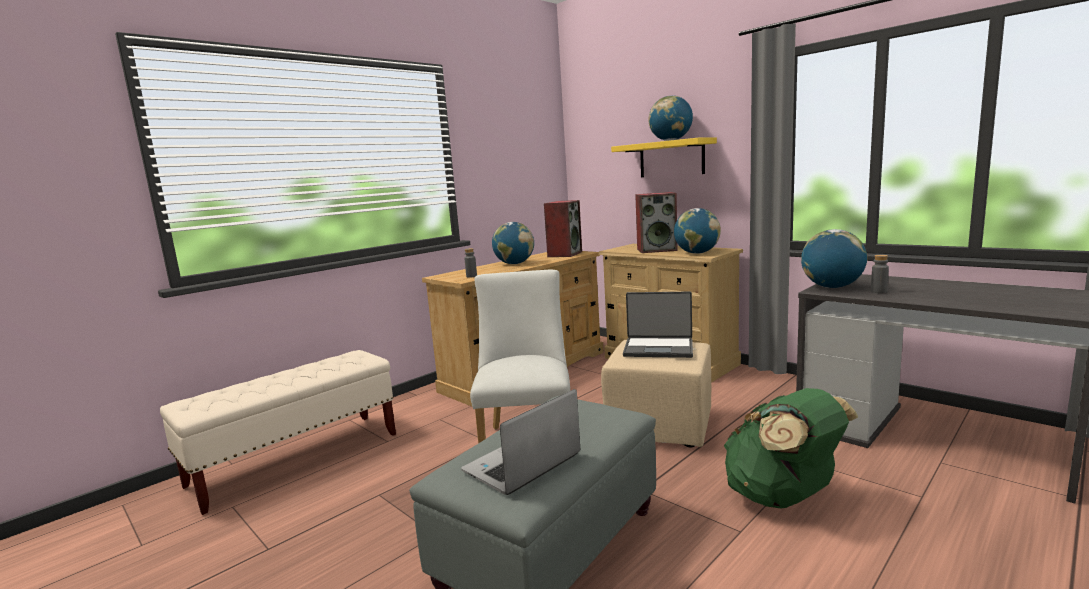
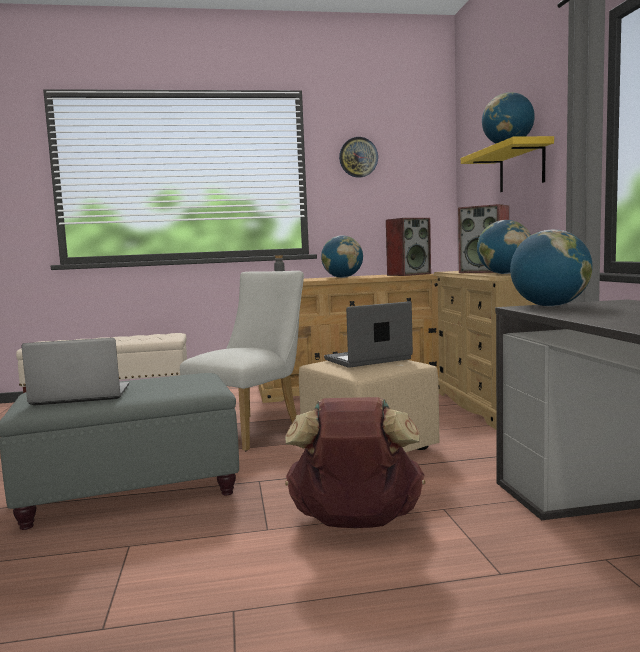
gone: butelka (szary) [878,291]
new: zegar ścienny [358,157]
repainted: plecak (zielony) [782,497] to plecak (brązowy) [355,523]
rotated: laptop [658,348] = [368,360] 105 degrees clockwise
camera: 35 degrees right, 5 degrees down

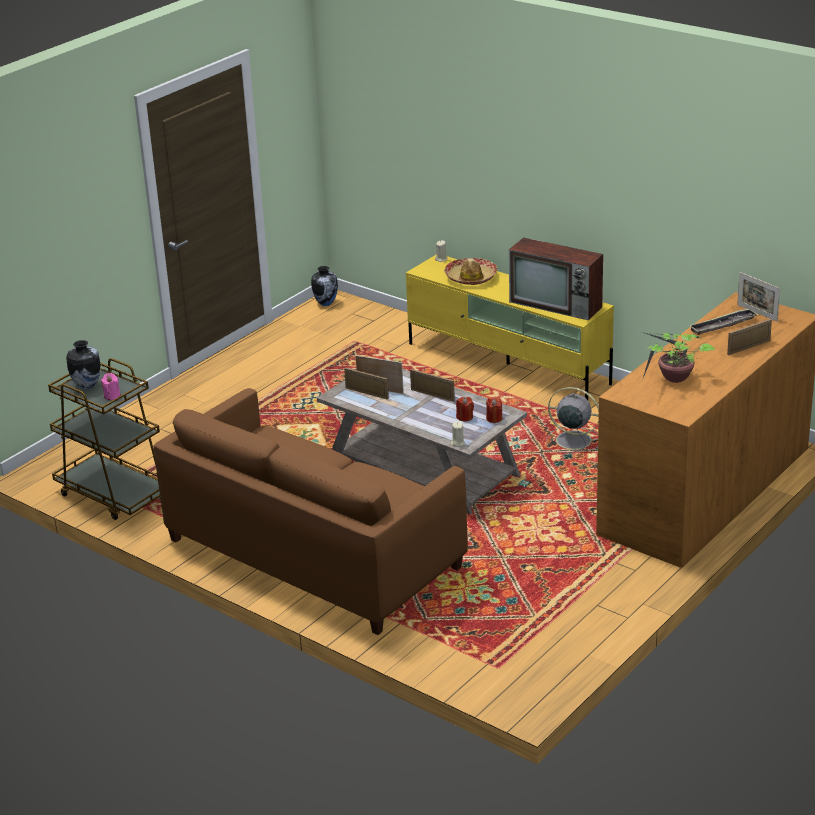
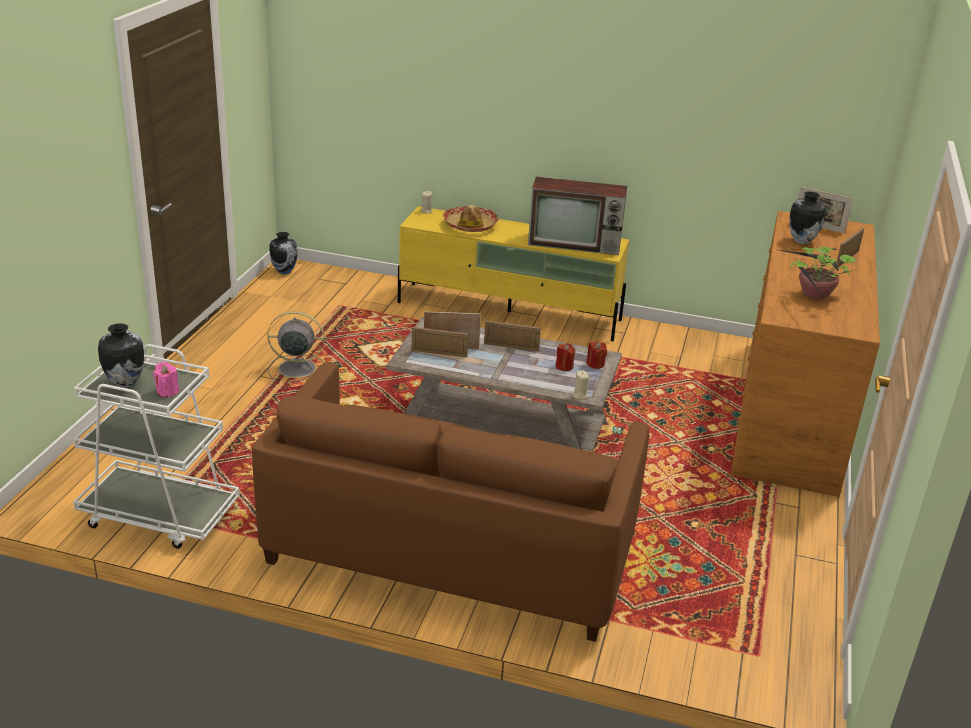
shifted: wentylator (szary) [572,440] to [295,368]
swapped: taca [723,325] to wazon [801,241]
repainted: wózek (brązowy) [114,494] to wózek (biały) [159,514]
camera: 25 degrees left, 0 degrees up

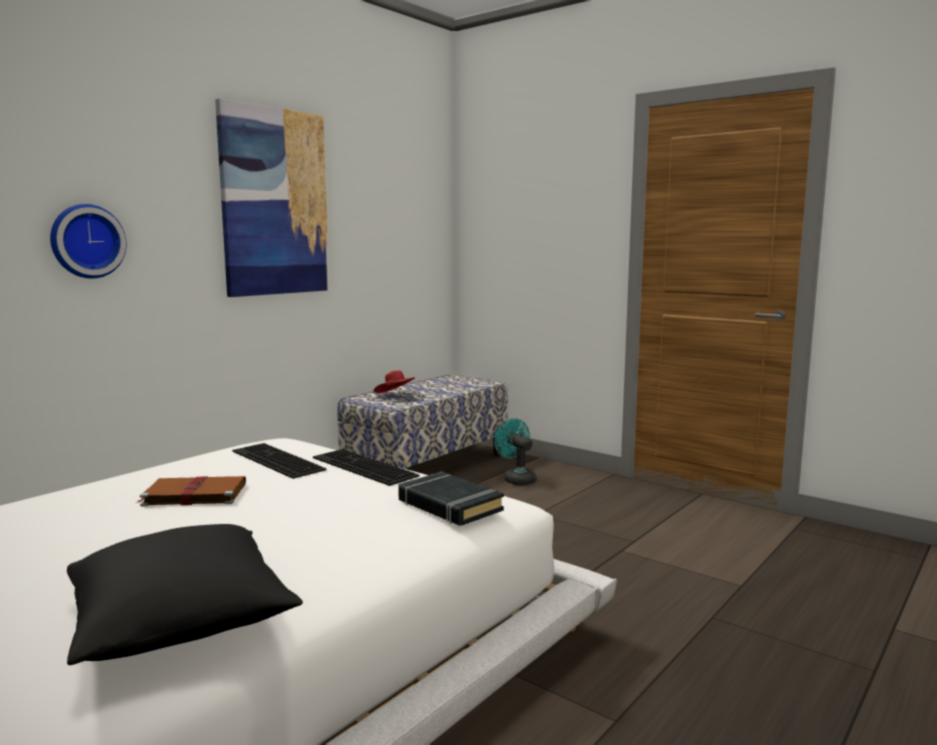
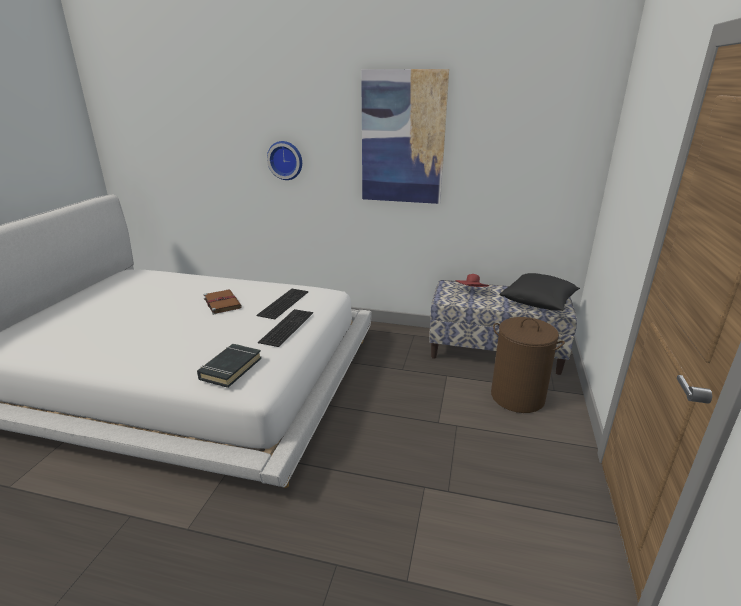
shifted: poduszka (czarny) [181,625] to [538,303]
swapped: wentylator (turkusowy) [516,479] to kosz na pranie (brązowy) [517,397]
camera: 65 degrees right, 15 degrees up

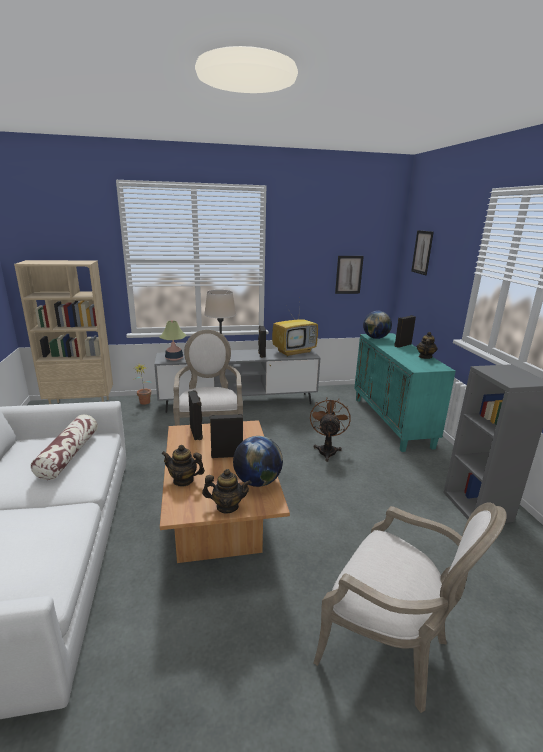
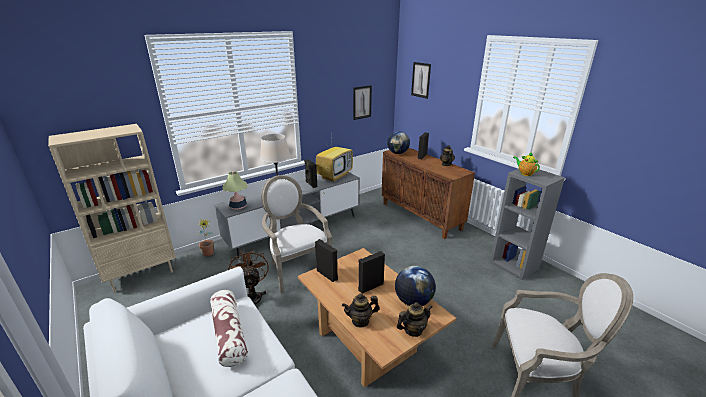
new: imbryk [524,173]
shifted: wentylator (brązowy) [327,450] to [253,297]
repainted: szafka (turkusowy) [392,422] to szafka (brązowy) [421,216]
camera: 25 degrees left, 5 degrees up

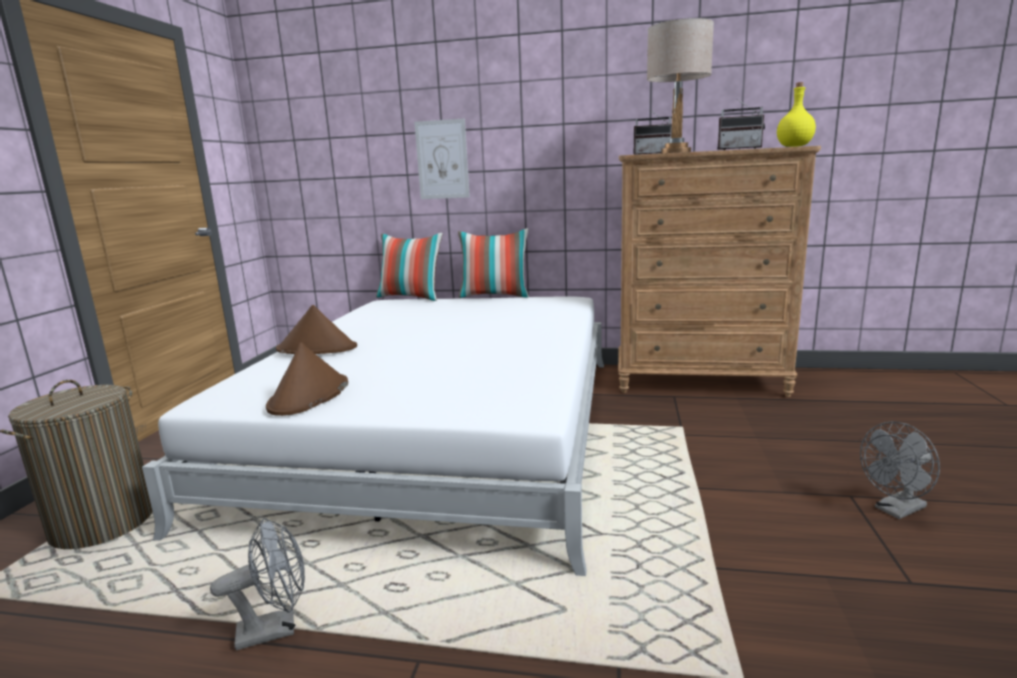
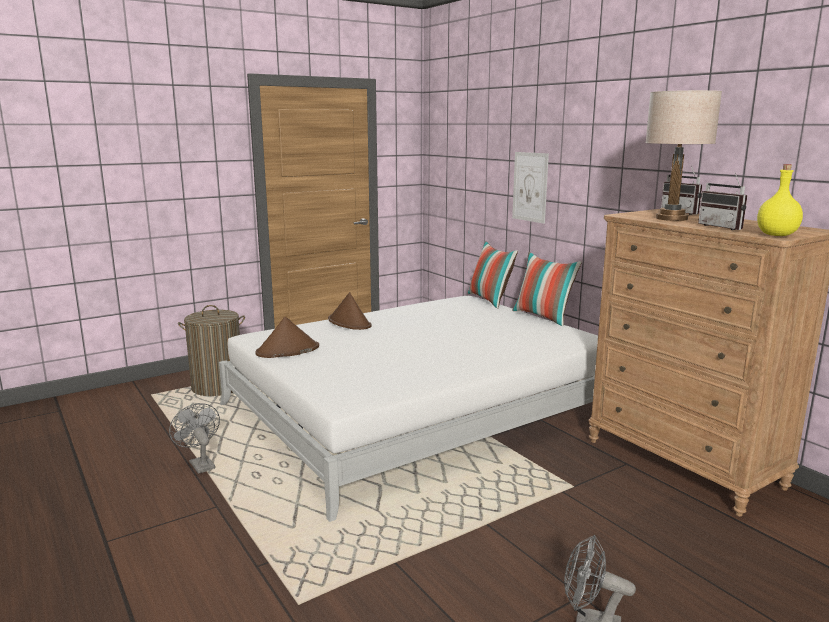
rotated: wentylator (szary) [276,629] = [200,464] 150 degrees counterclockwise
camera: 45 degrees right, 0 degrees up

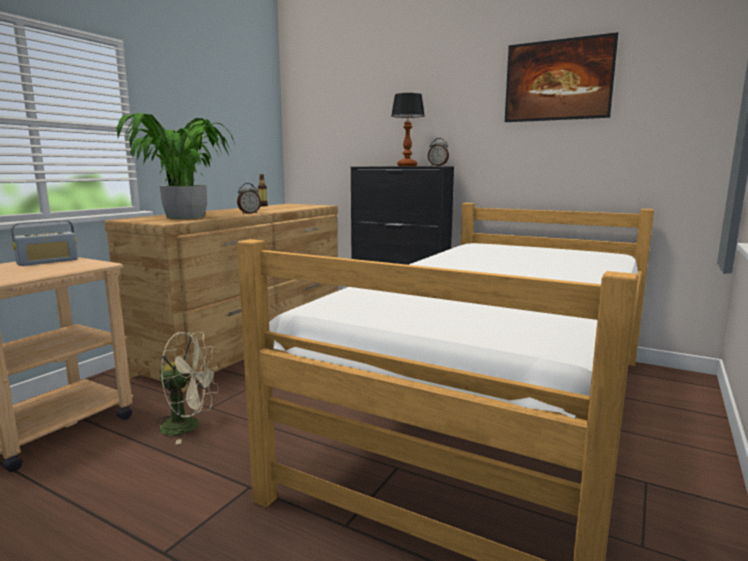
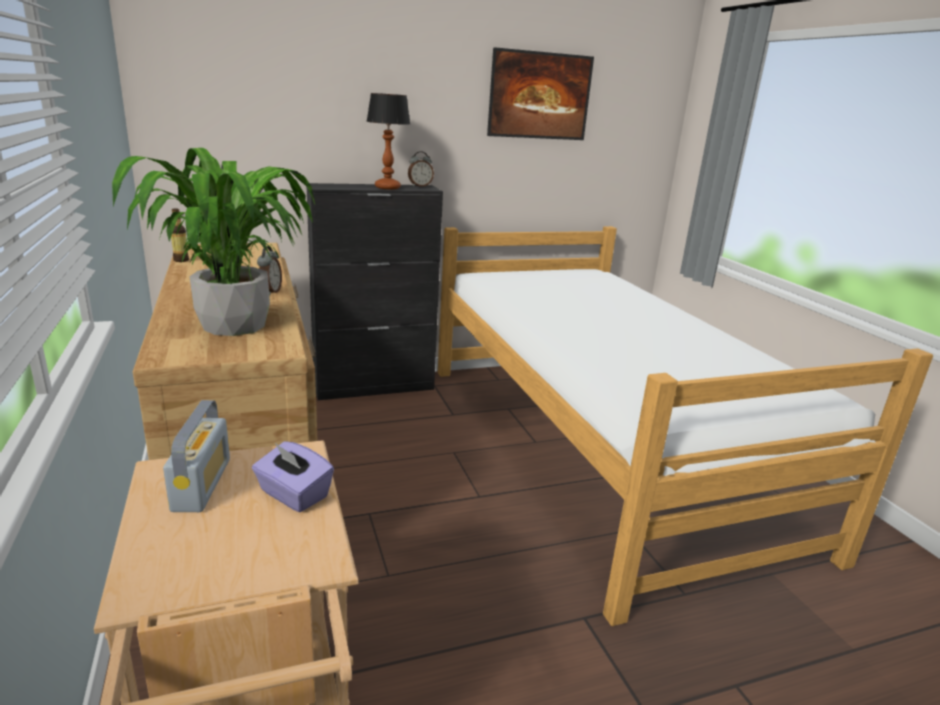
gone: wentylator (beżowy) [189,426]
new: pudełko chusteczek (fioletowy) [293,495]
camera: 50 degrees left, 10 degrees up

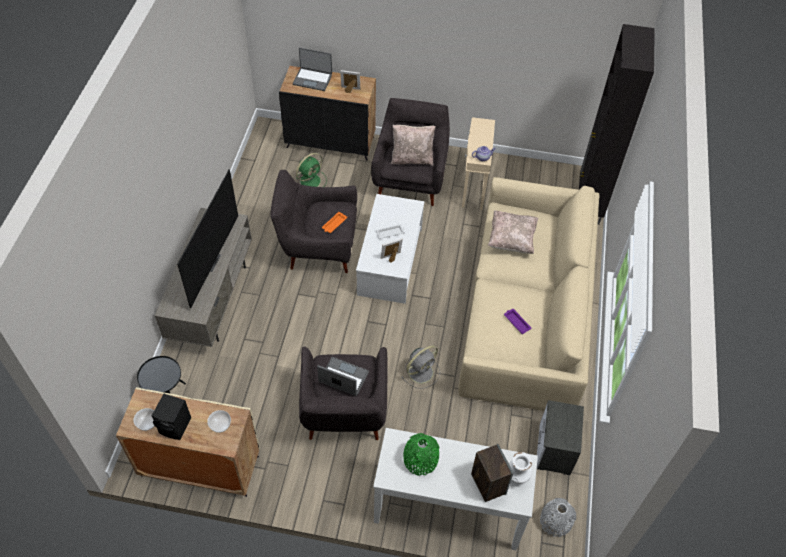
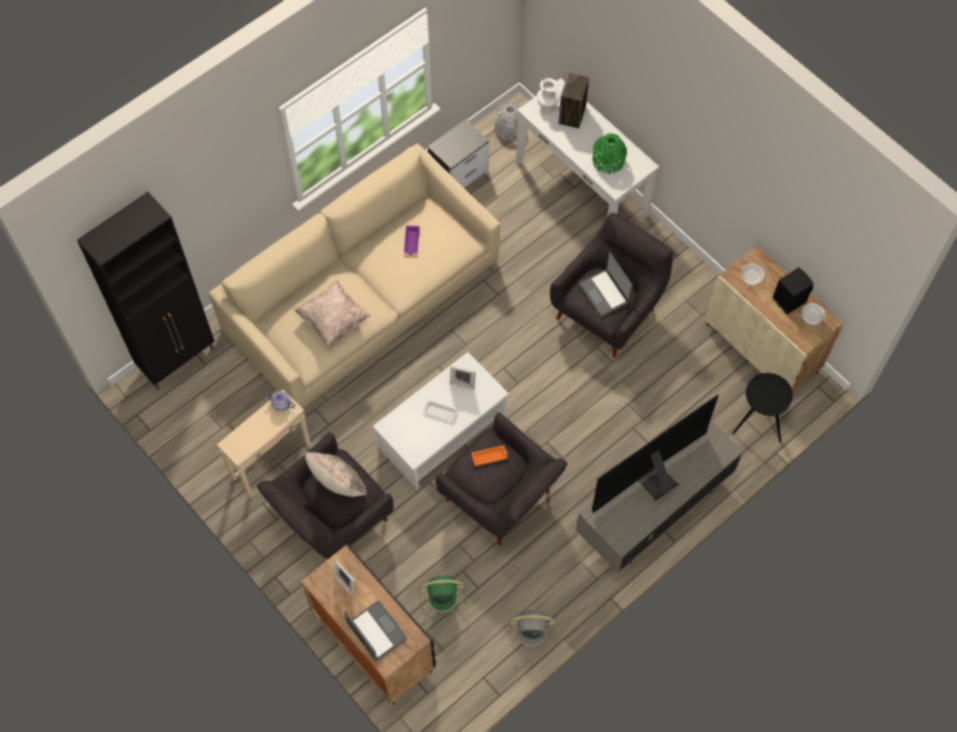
shifted: wentylator (szary) [421,371] to [530,631]
camera: 140 degrees left, 10 degrees up

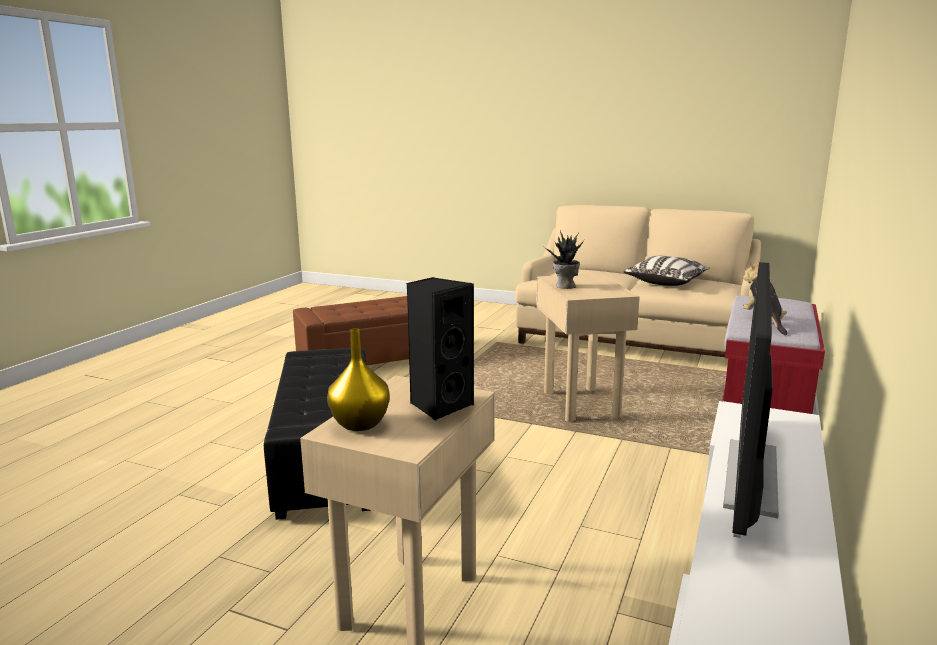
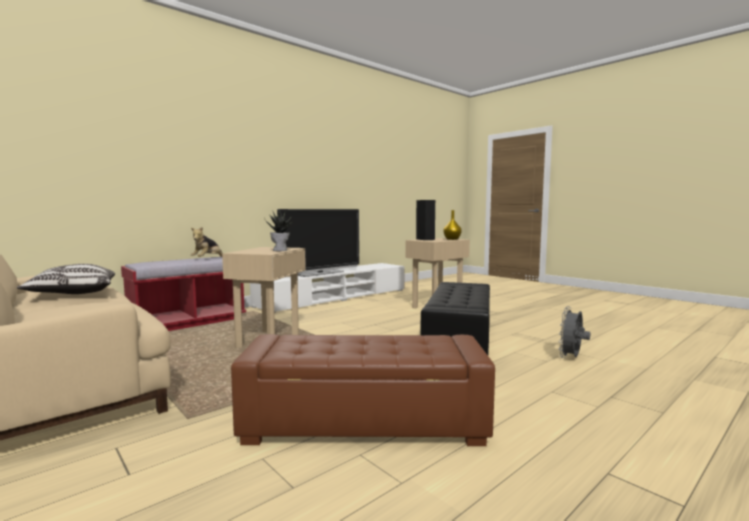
new: wentylator (szary) [571,358]
camera: 155 degrees left, 10 degrees down

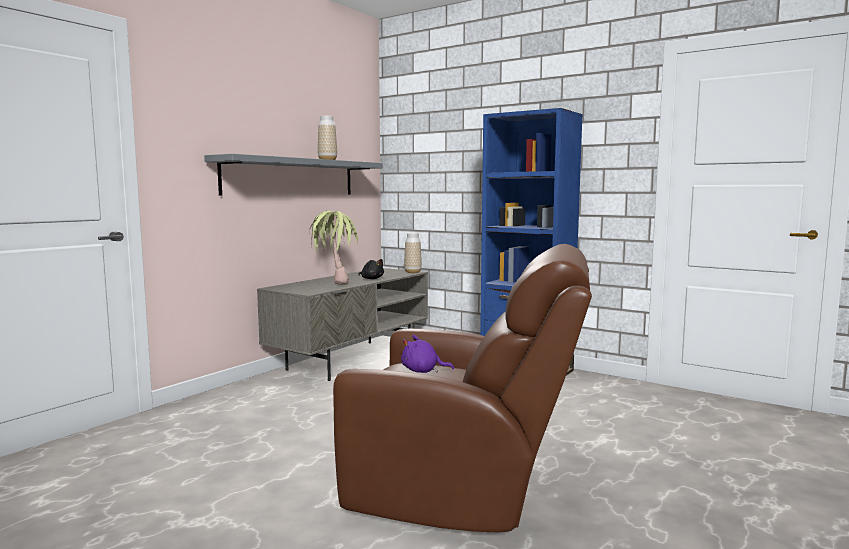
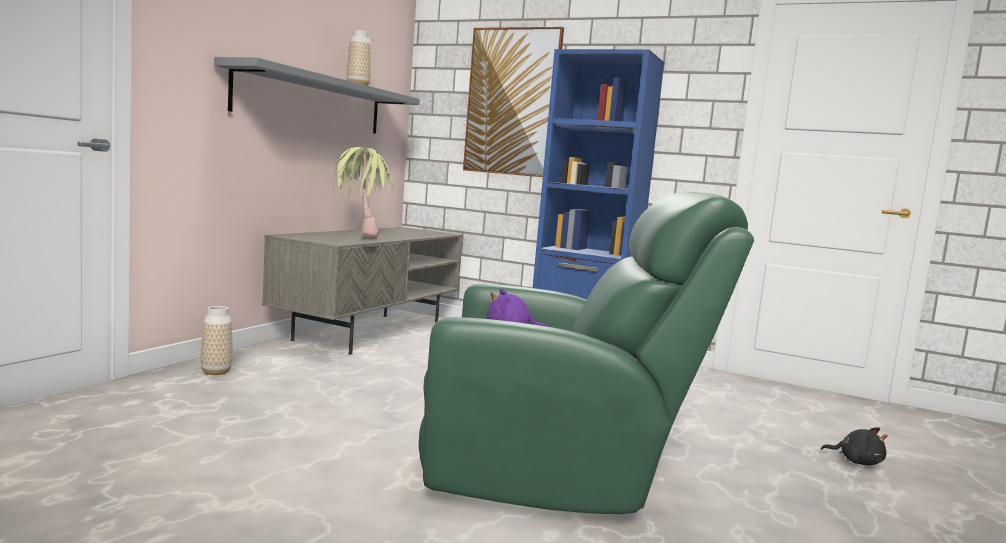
new: obraz [512,102]
shifted: wazon [412,272] to [216,372]; pluszak (czarny) [371,279] to [857,461]
repainted: fotel (brązowy) [465,489] to fotel (zielony) [558,472]
camera: 10 degrees left, 0 degrees up

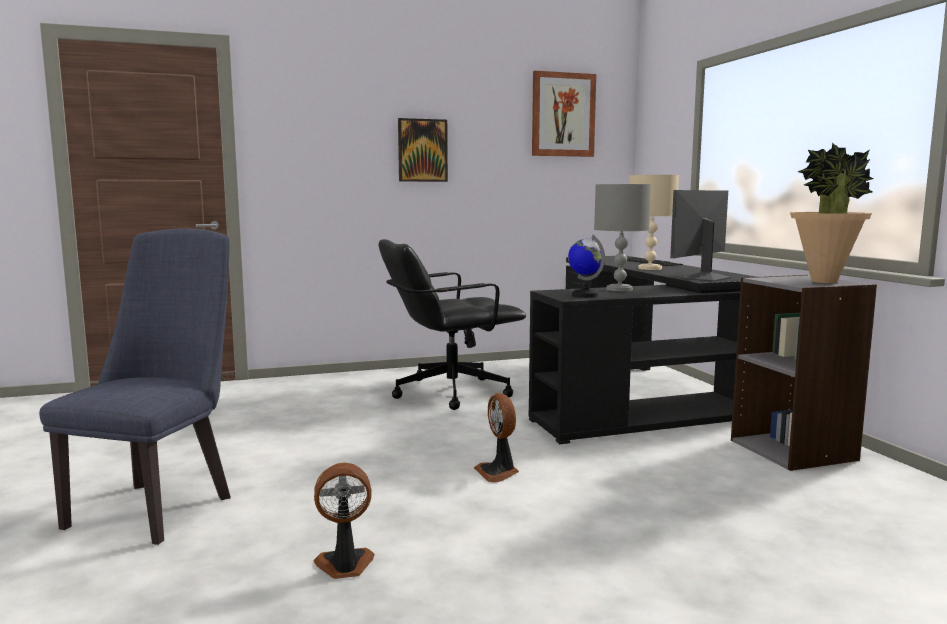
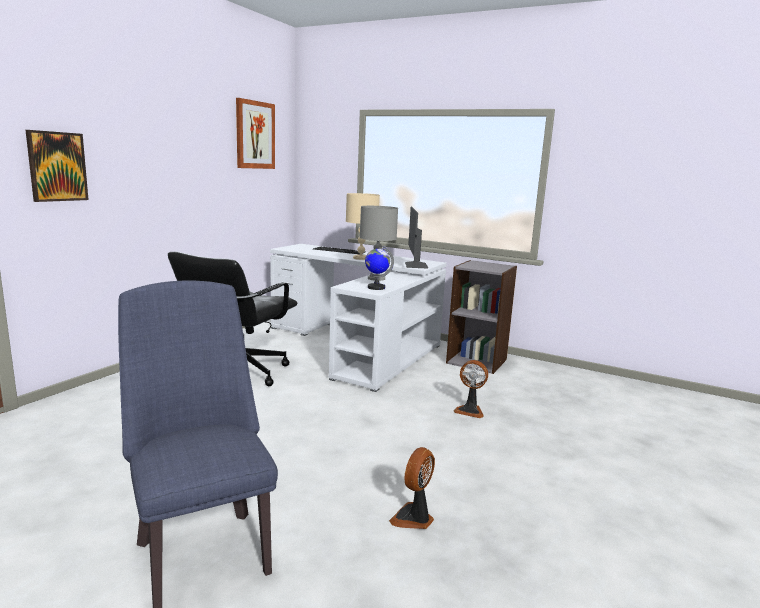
gone: roślina doniczkowa [824,281]
shifted: obraz [422,150] to [57,166]; wentylator [498,472] to [470,410]
repainted: biurko (czarny) [638,396] to biurko (biały) [359,345]
camera: 45 degrees left, 5 degrees up

